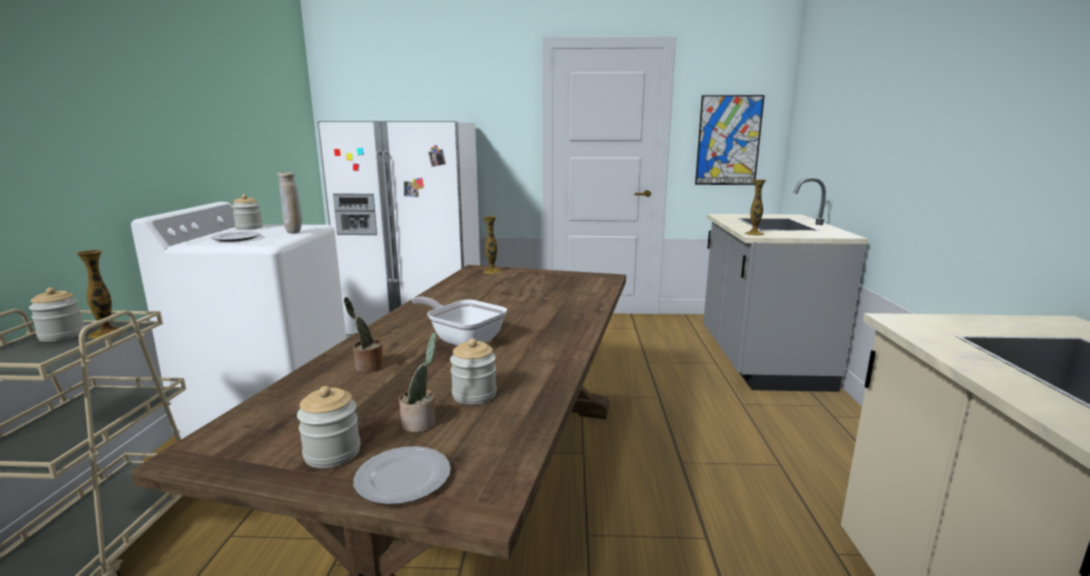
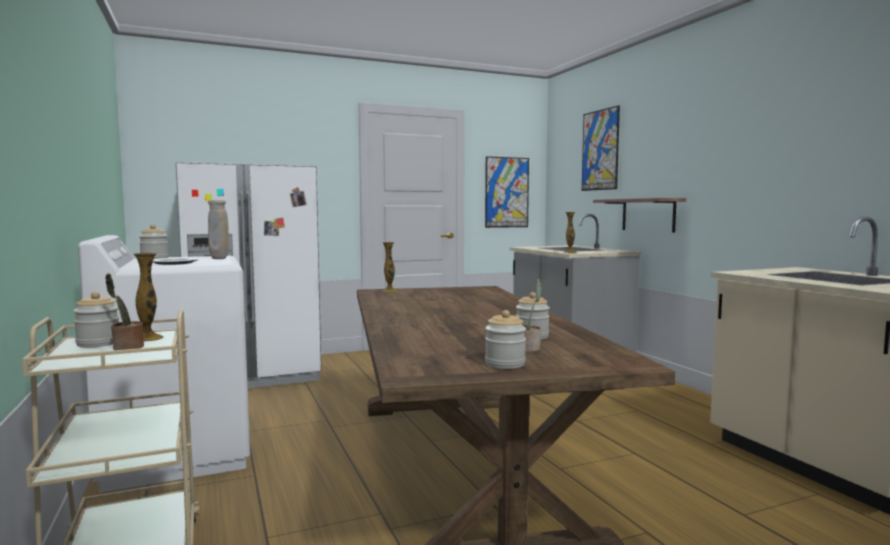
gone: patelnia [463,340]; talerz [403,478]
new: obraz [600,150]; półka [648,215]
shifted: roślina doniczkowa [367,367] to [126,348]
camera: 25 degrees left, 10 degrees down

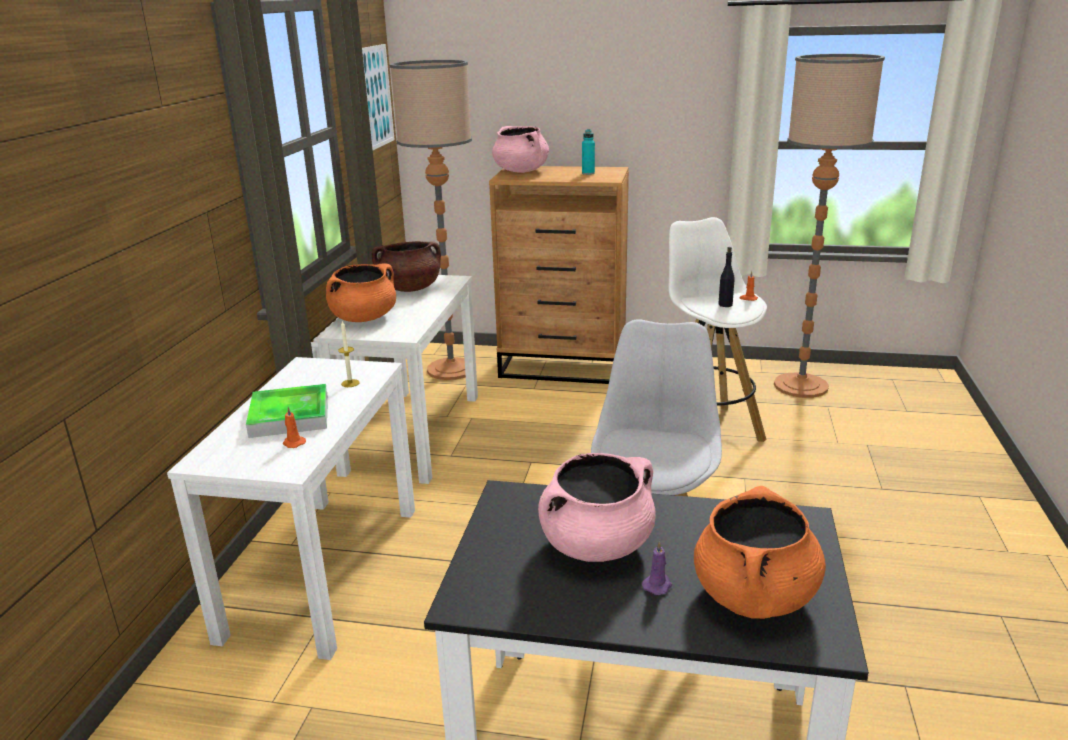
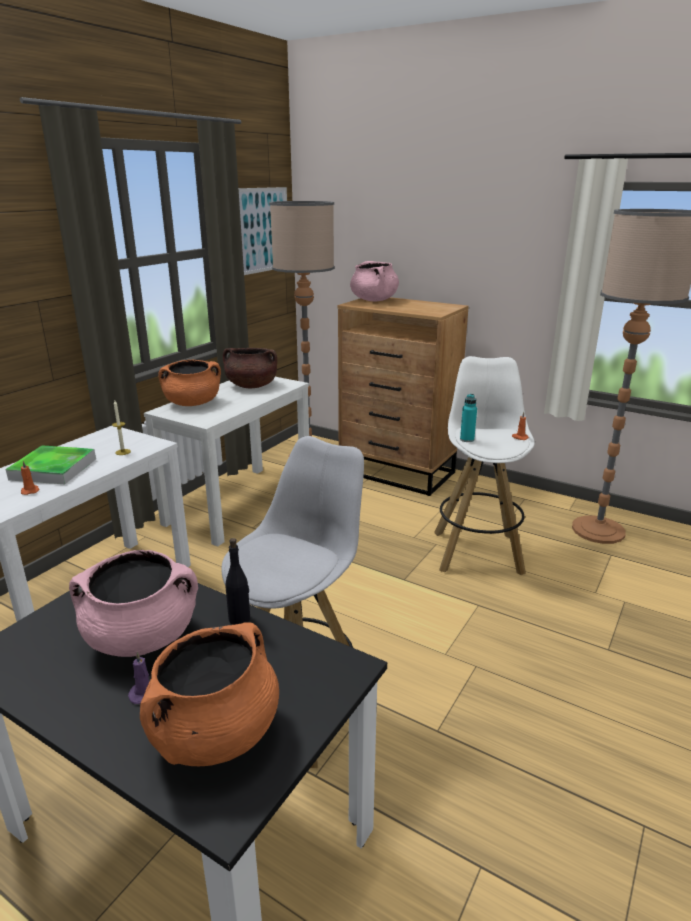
shifted: butelka (turkusowy) [588,173] to [467,439]; butelka (czarny) [725,305] to [240,619]
camera: 20 degrees right, 0 degrees up

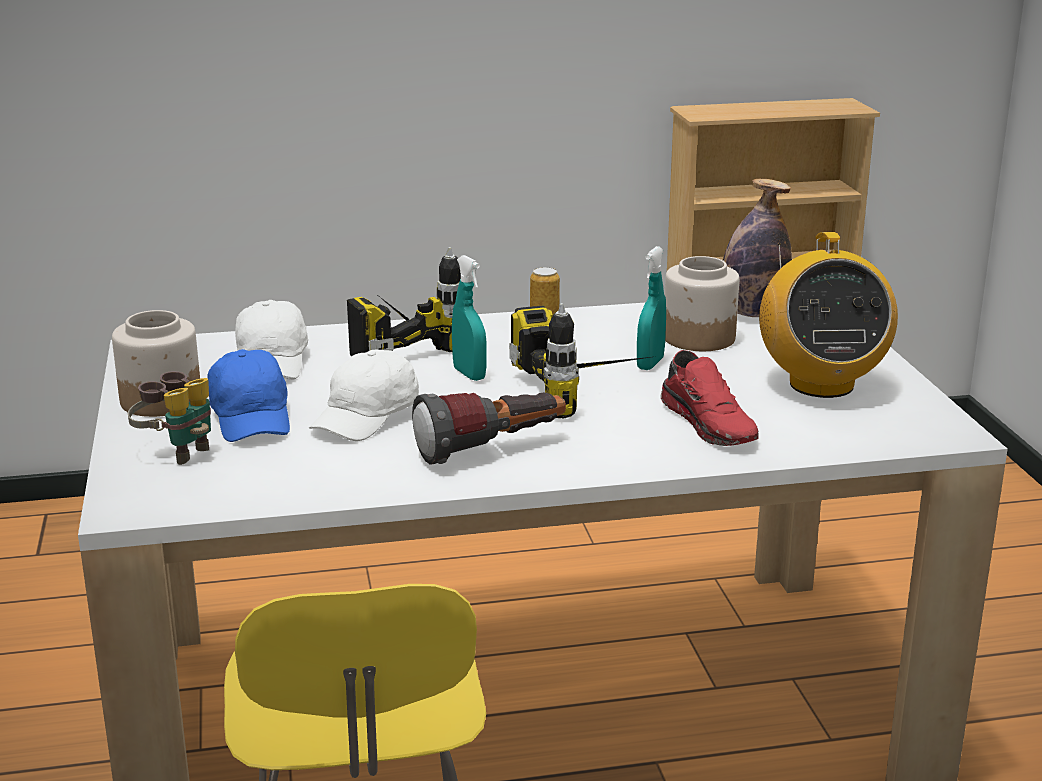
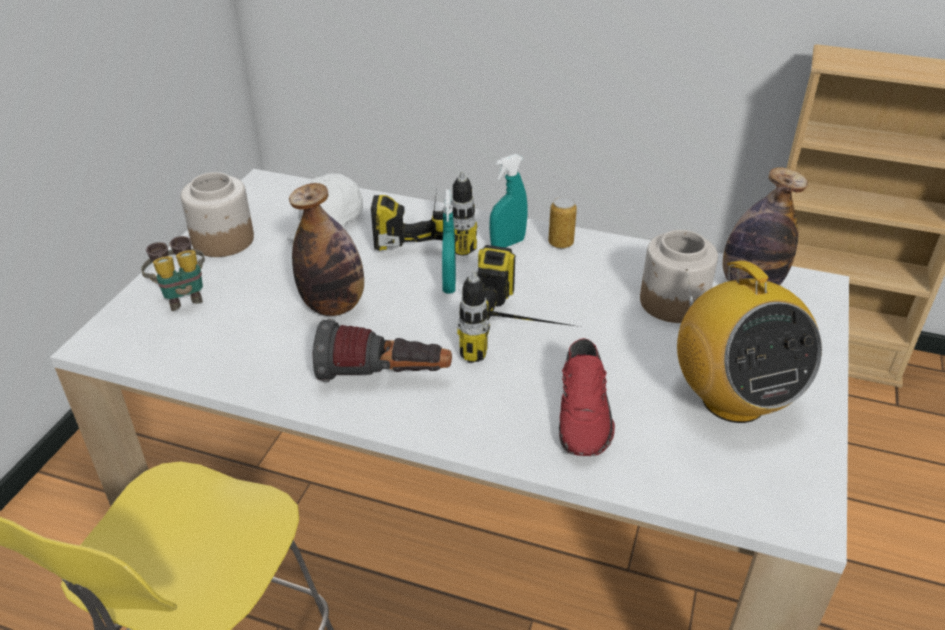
gone: czapka z daszkiem (niebieski) [252,417]
shifted: spryskiwacz (turkusowy) [650,364] to [507,244]
swapped: czapka z daszkiem (biały) [367,417] to butelka [334,306]
rotated: radio [820,384] = [732,400] 45 degrees counterclockwise
camera: 30 degrees right, 15 degrees up

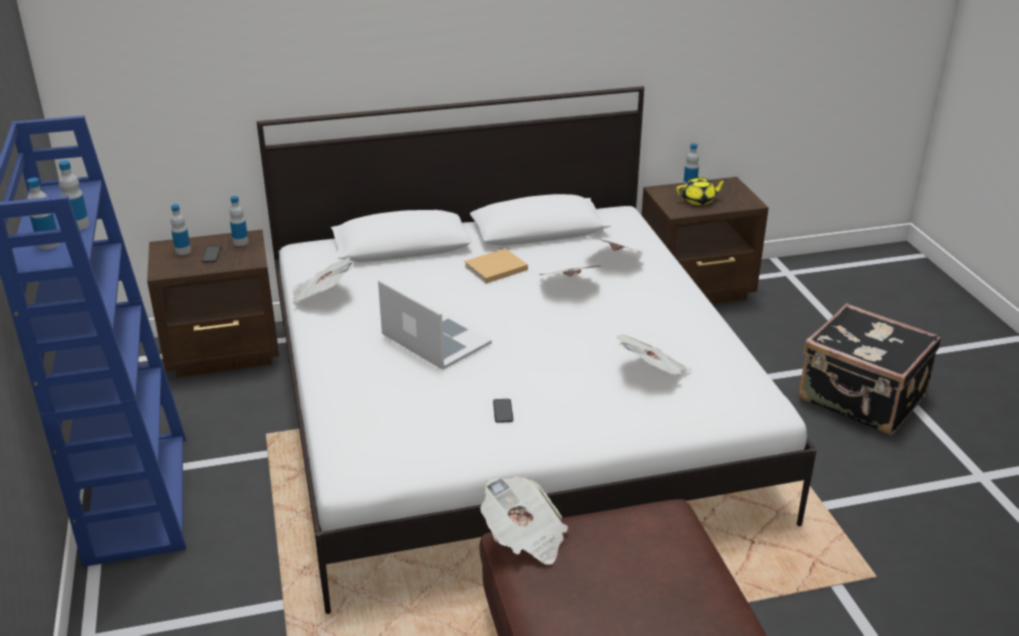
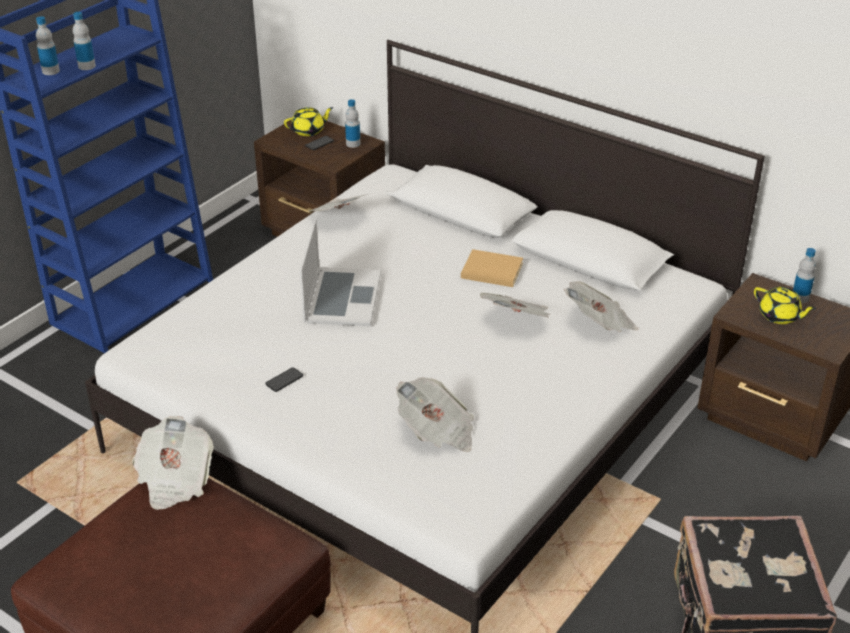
swapped: butelka [183,251] to imbryk (żółty) [309,131]
camera: 50 degrees right, 5 degrees up

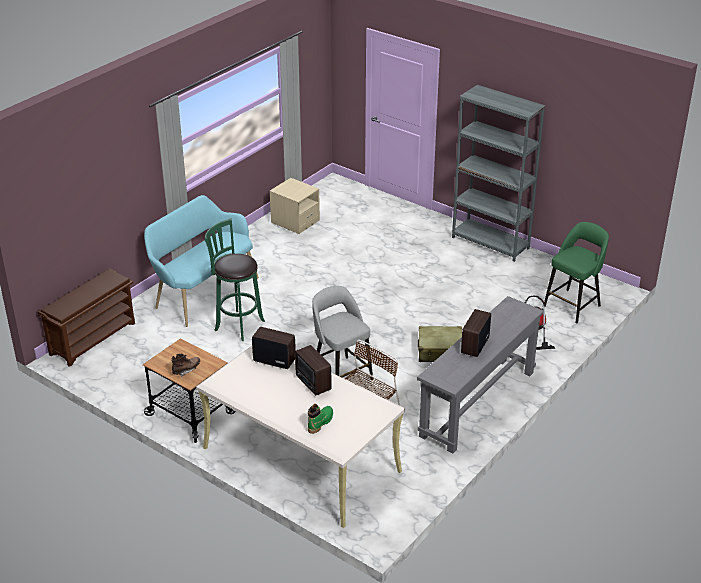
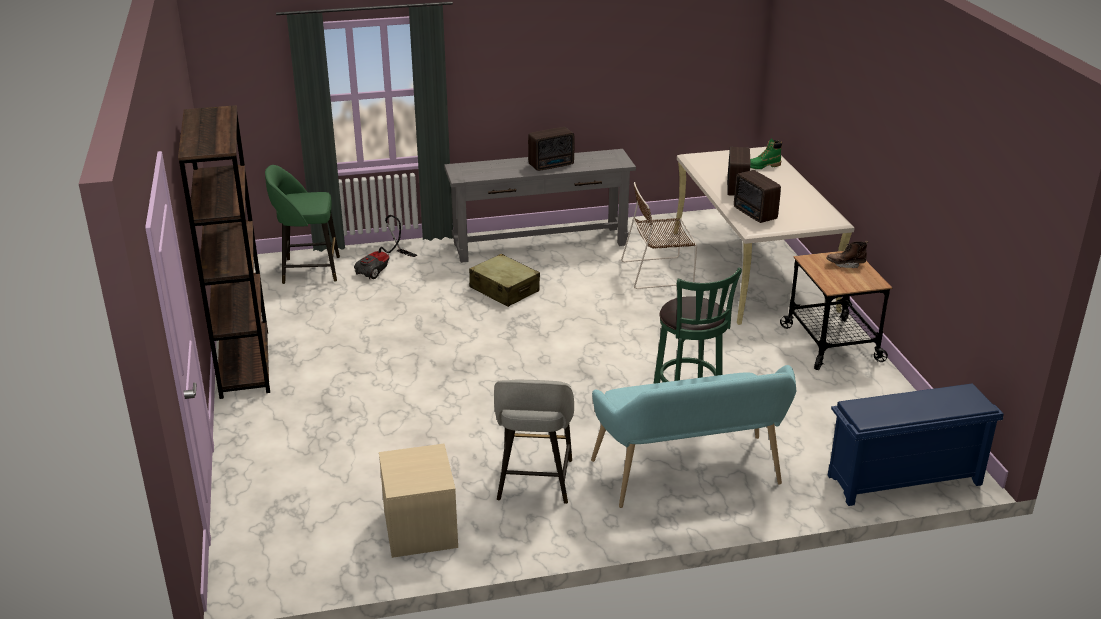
shifted: stołek (szary) [341,375] to [534,481]
repainted: regał (szary) [490,243] to regał (brązowy) [244,363]; regał na buty (brązowy) [93,338] to regał na buty (niebieski) [903,481]
camera: 140 degrees left, 5 degrees down

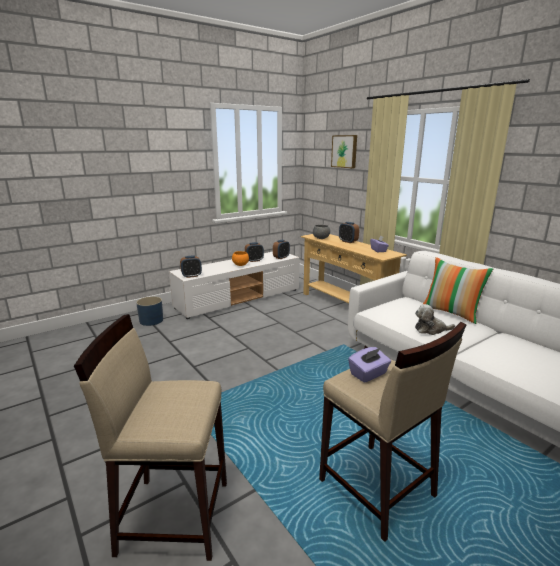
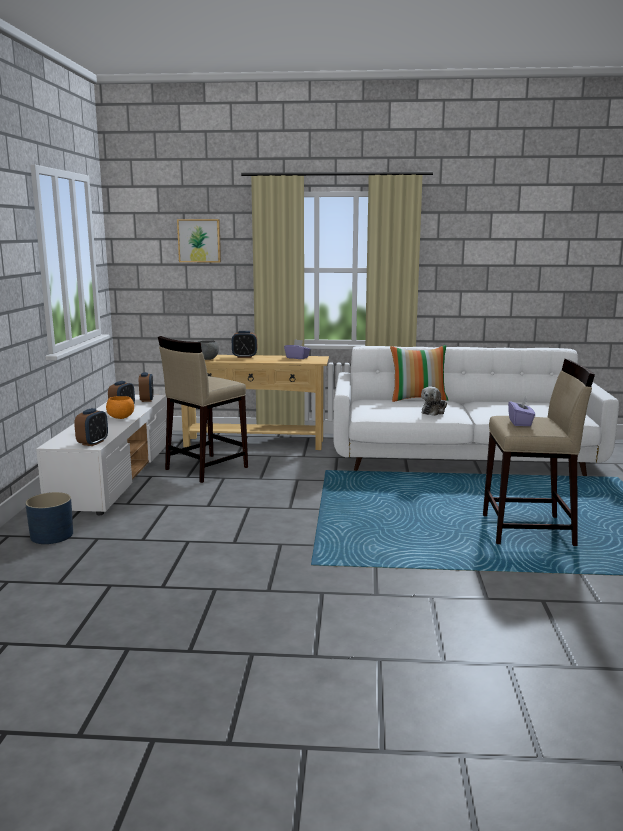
shifted: stołek (beżowy) [174,515] to [205,468]
camera: 50 degrees left, 5 degrees down

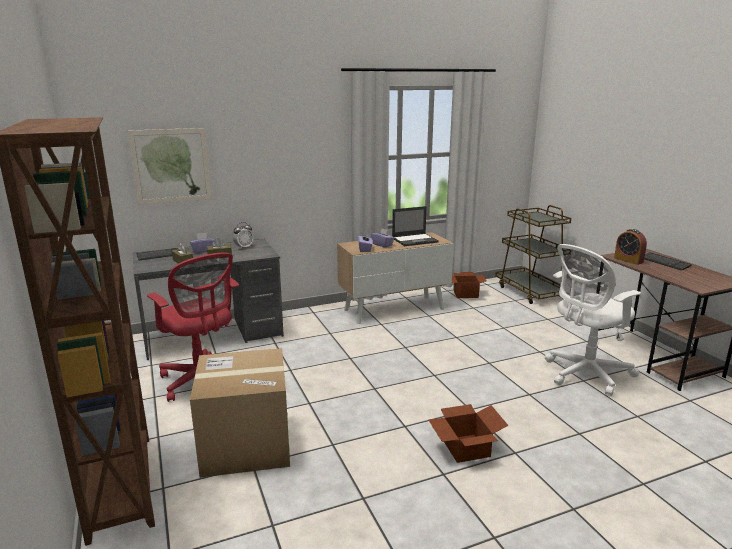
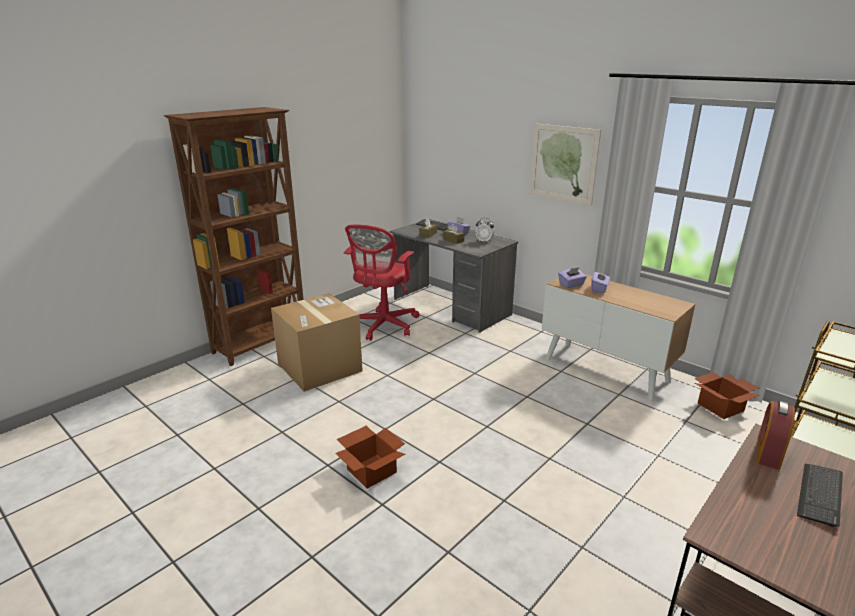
gone: laptop [415,240]; krzesło biurowe (biały) [584,374]
shifted: obraz [171,166] to [563,163]
camera: 65 degrees right, 5 degrees up

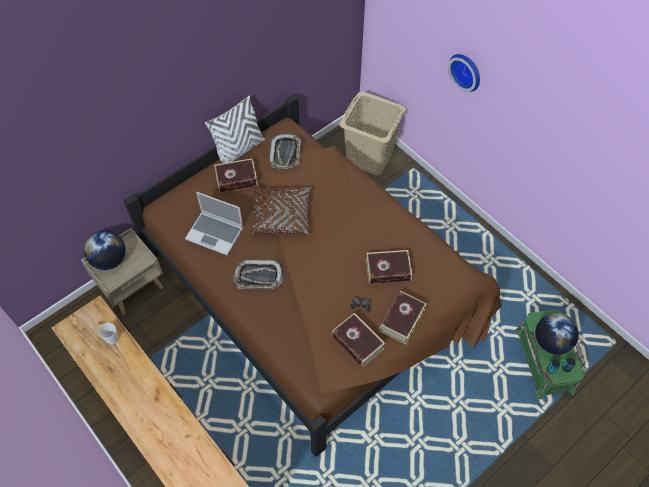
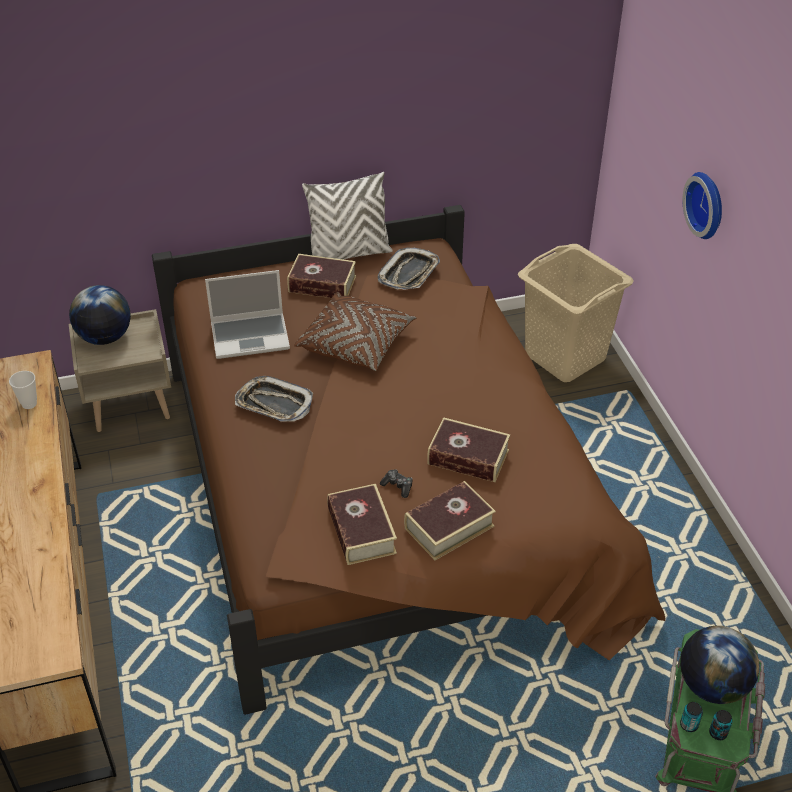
rotated: laptop [216,233] = [251,336] 60 degrees counterclockwise
camera: 25 degrees right, 15 degrees down

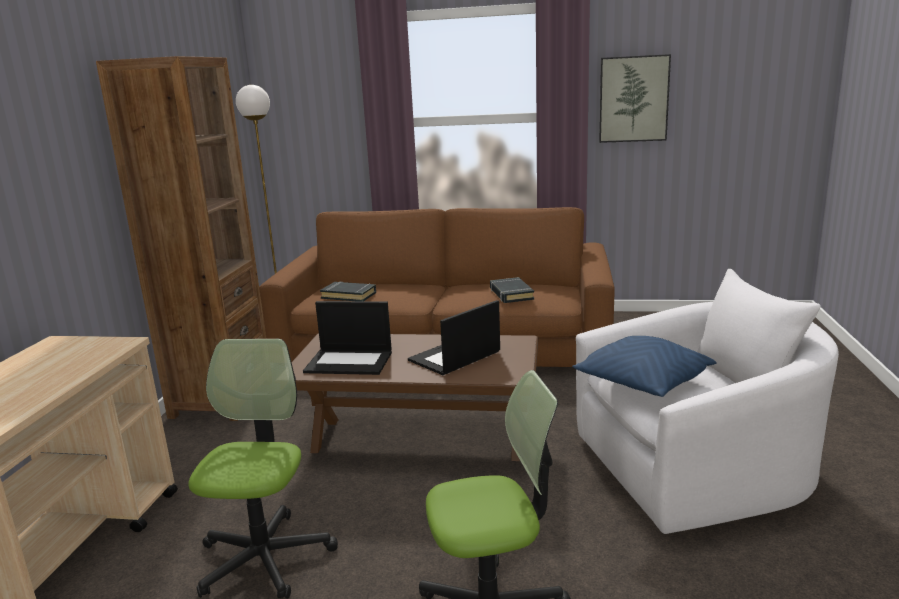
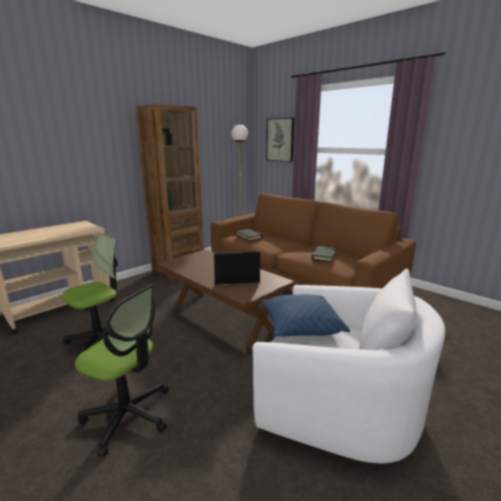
gone: laptop [350,362]
shifted: obraz [633,99] to [280,140]
camera: 35 degrees right, 0 degrees up

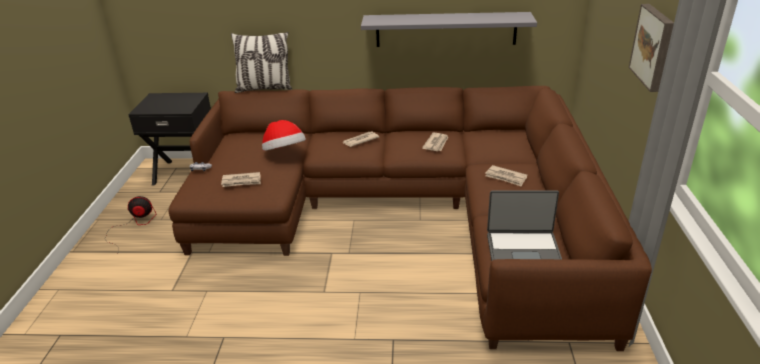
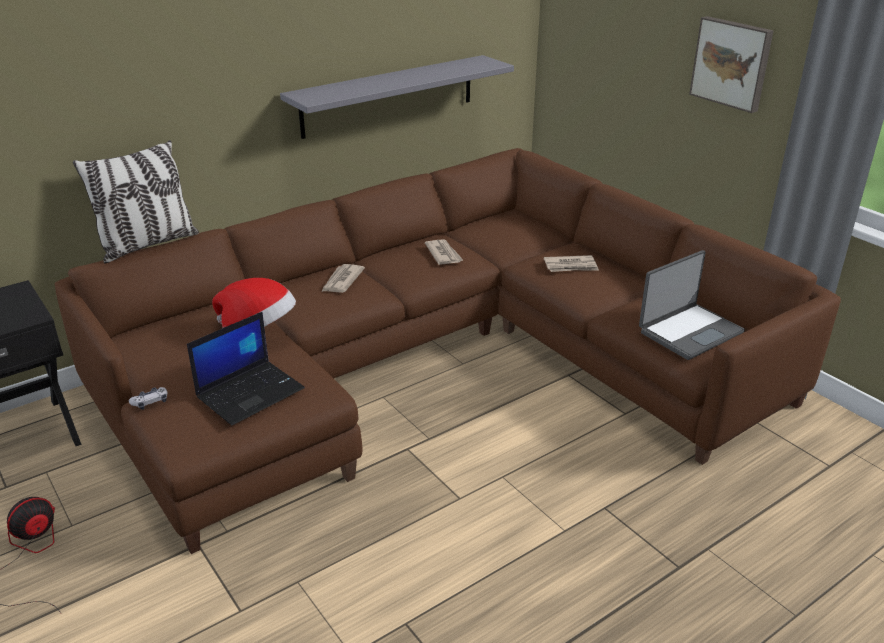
swapped: gazeta [241,181] to laptop [250,392]
camera: 40 degrees left, 0 degrees up

